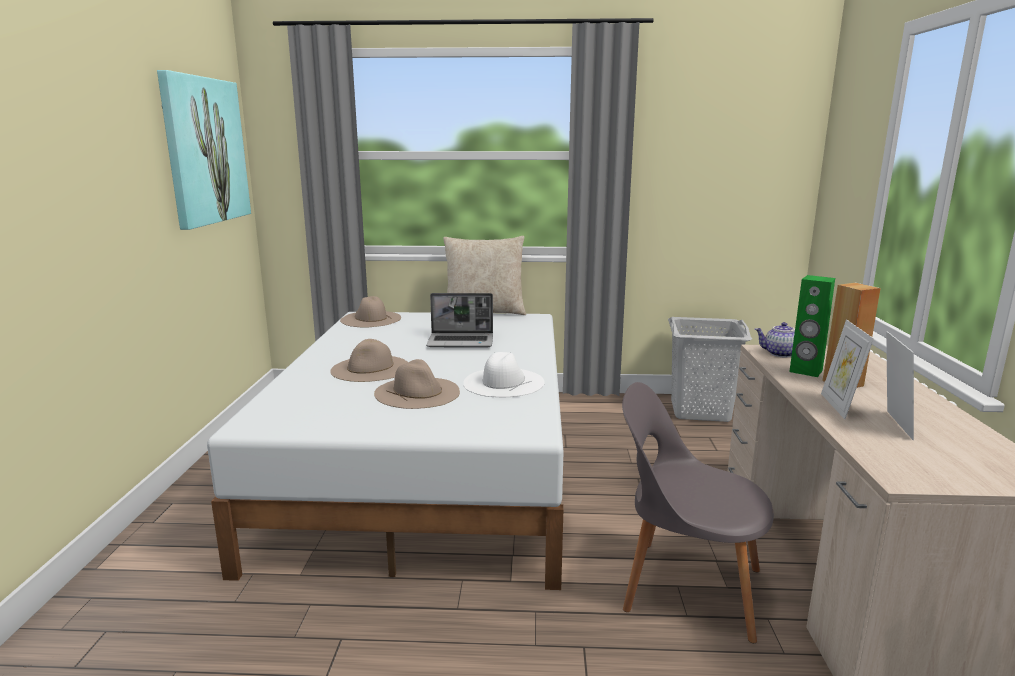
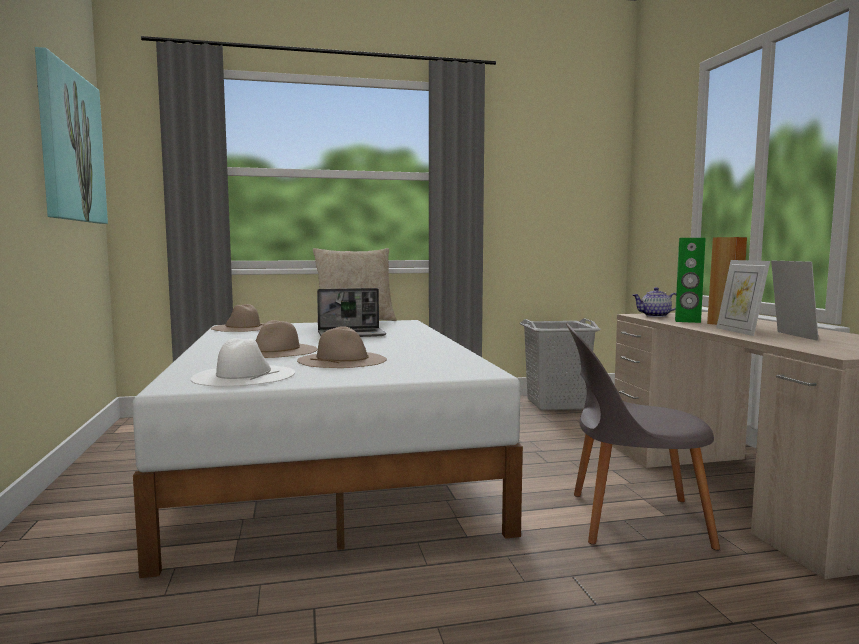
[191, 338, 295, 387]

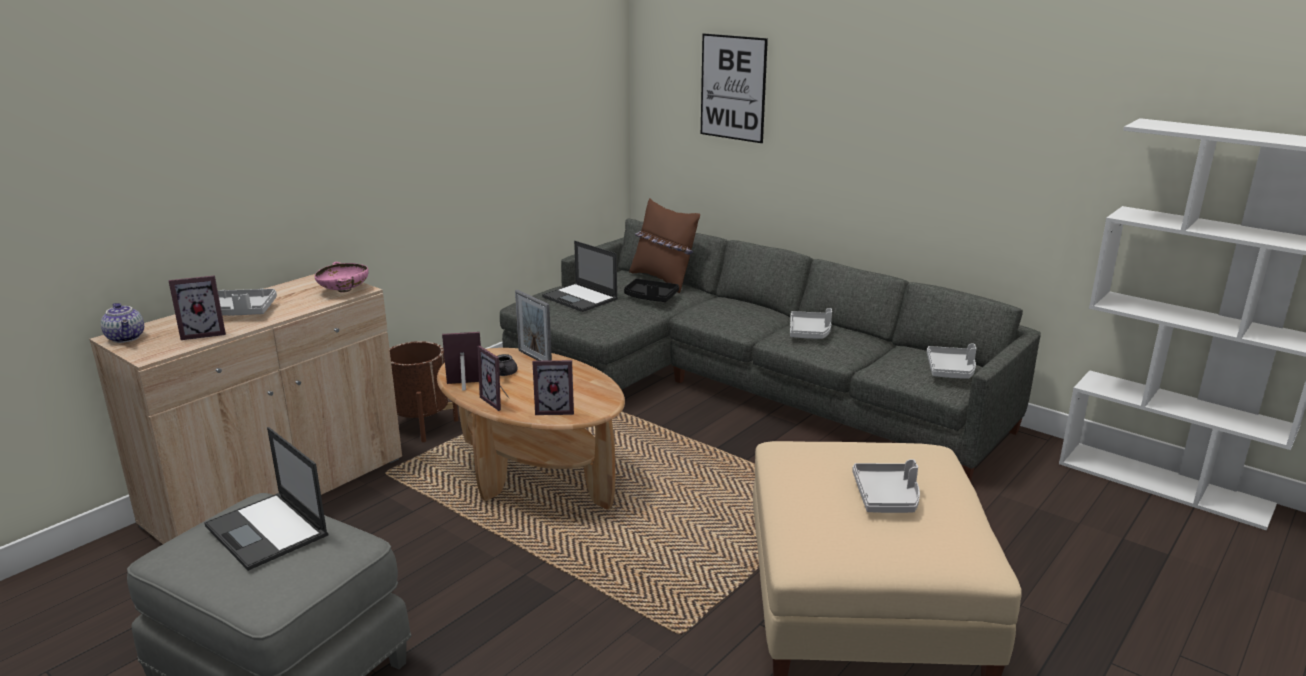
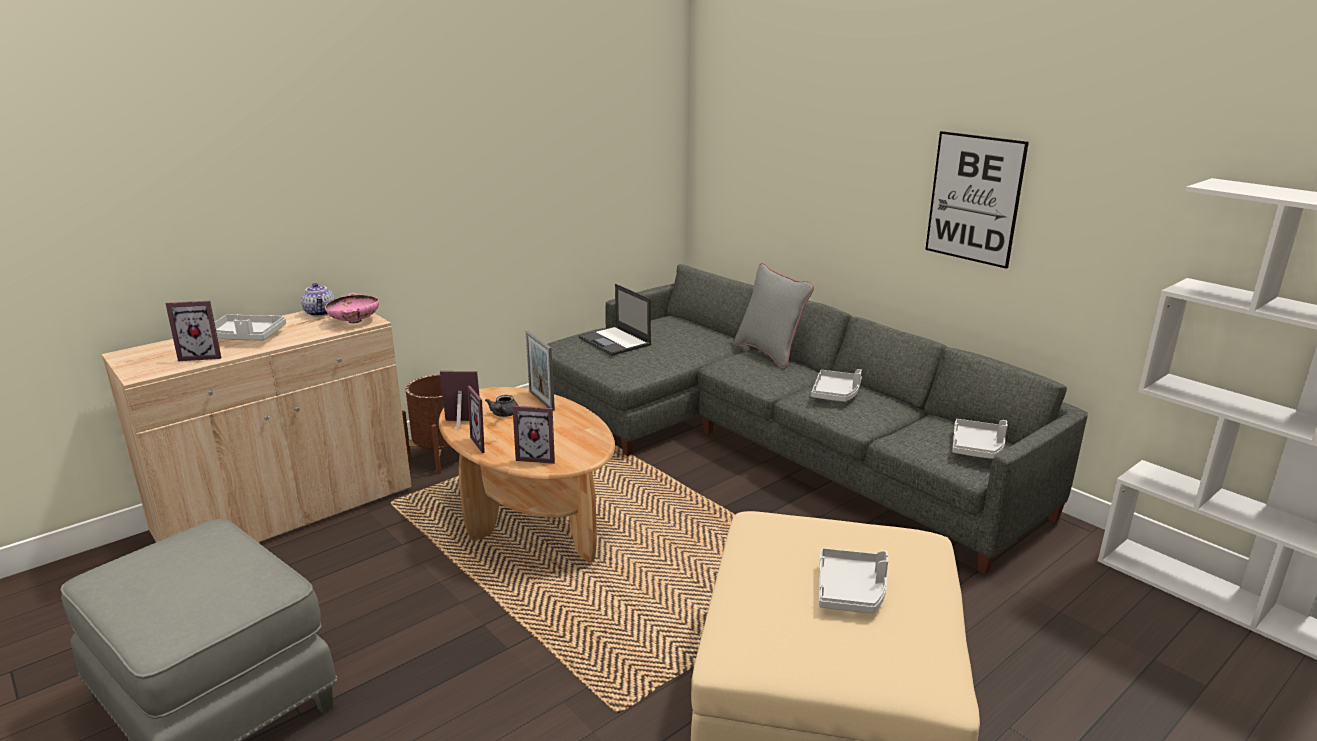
[301, 283, 335, 317]
[735, 263, 814, 369]
[925, 131, 1029, 269]
[204, 427, 328, 571] (first image)
[624, 279, 679, 302] (first image)
[629, 198, 700, 293] (first image)

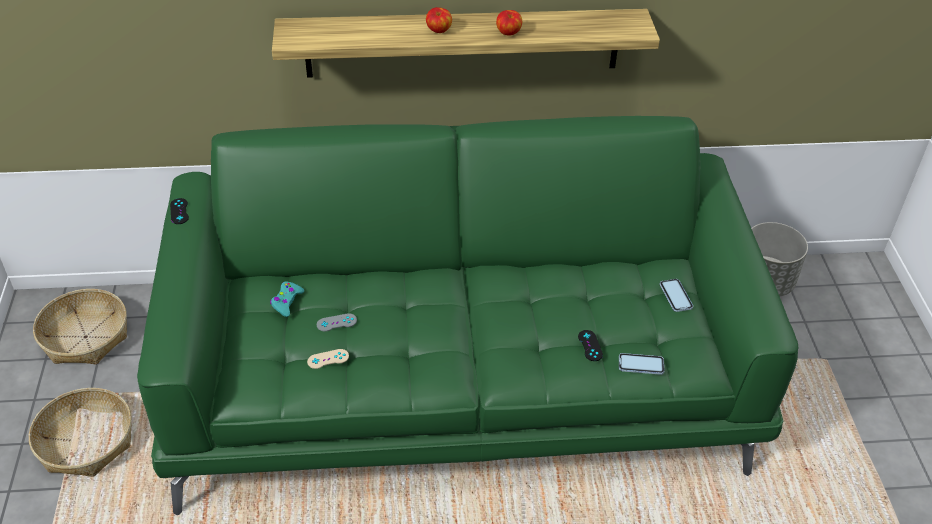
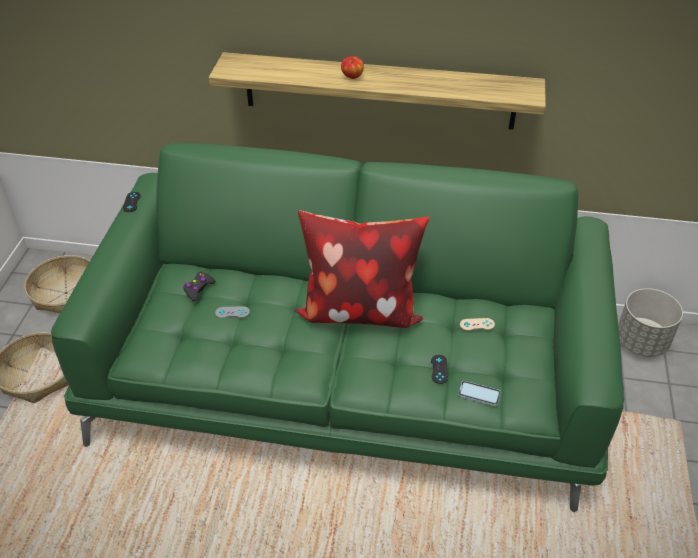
[183, 272, 215, 301]
[294, 210, 429, 328]
[460, 318, 495, 331]
[496, 10, 522, 36] (first image)
[660, 279, 693, 312] (first image)

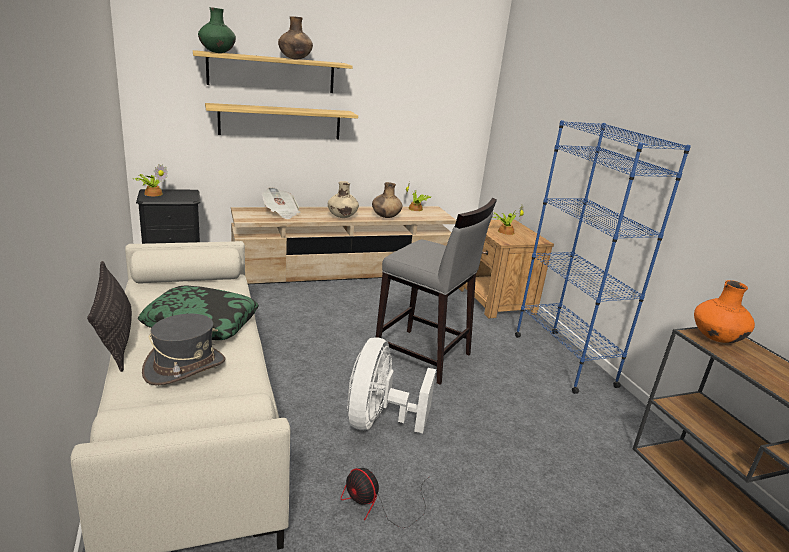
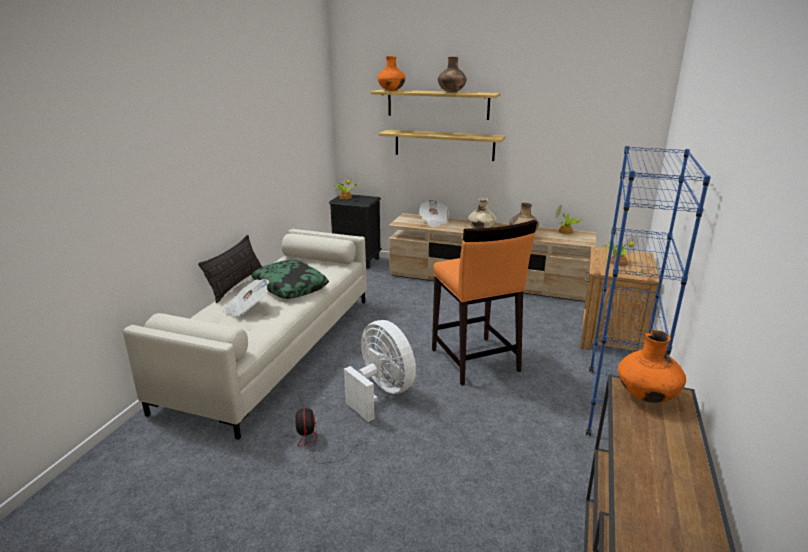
[223, 279, 269, 317]
[344, 320, 416, 422]
[377, 56, 406, 91]
[432, 220, 537, 385]

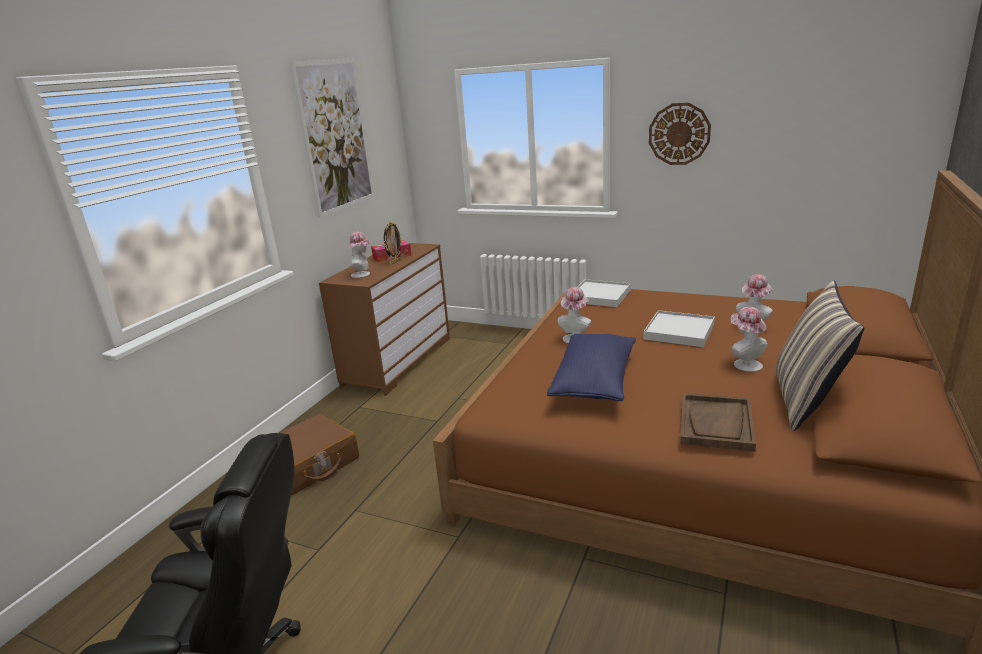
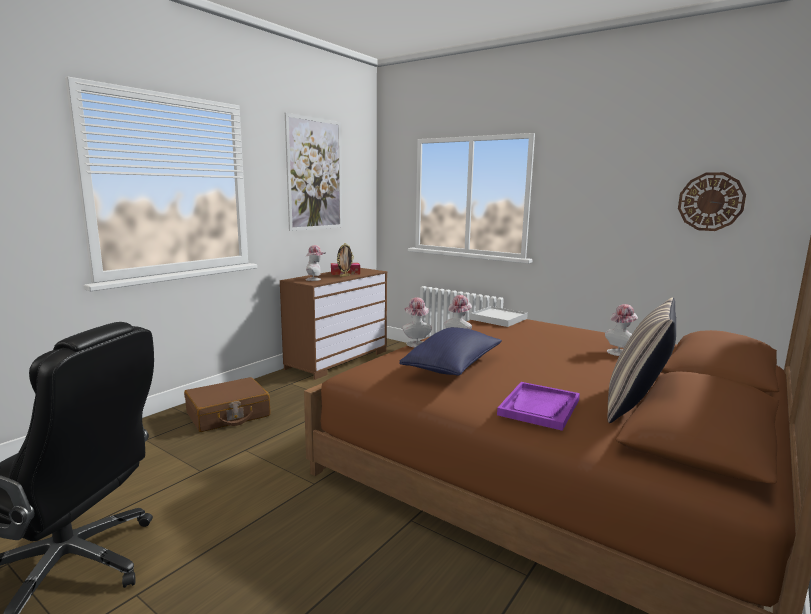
[402, 297, 432, 348]
[497, 382, 580, 431]
[678, 172, 746, 231]
[643, 310, 715, 347] (first image)

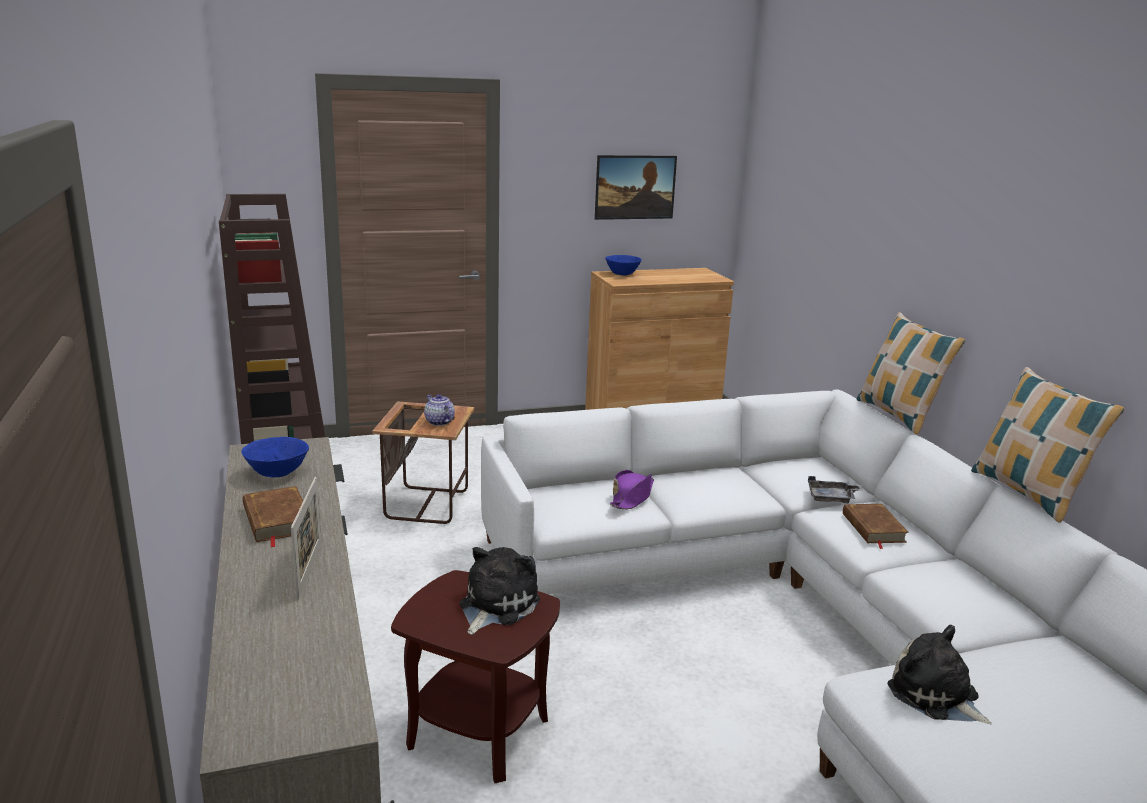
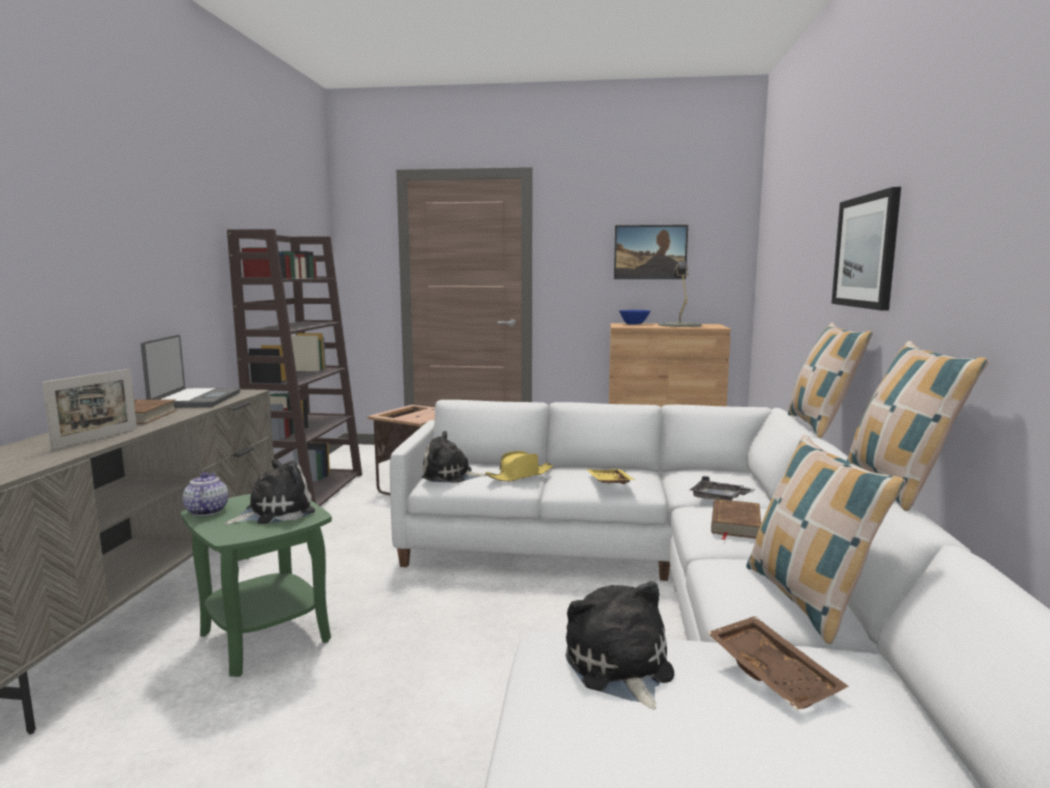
[141, 335, 241, 408]
[181, 494, 332, 677]
[183, 472, 228, 516]
[422, 431, 487, 483]
[485, 451, 553, 482]
[587, 469, 635, 484]
[658, 261, 702, 327]
[707, 616, 849, 710]
[746, 435, 906, 644]
[831, 187, 901, 311]

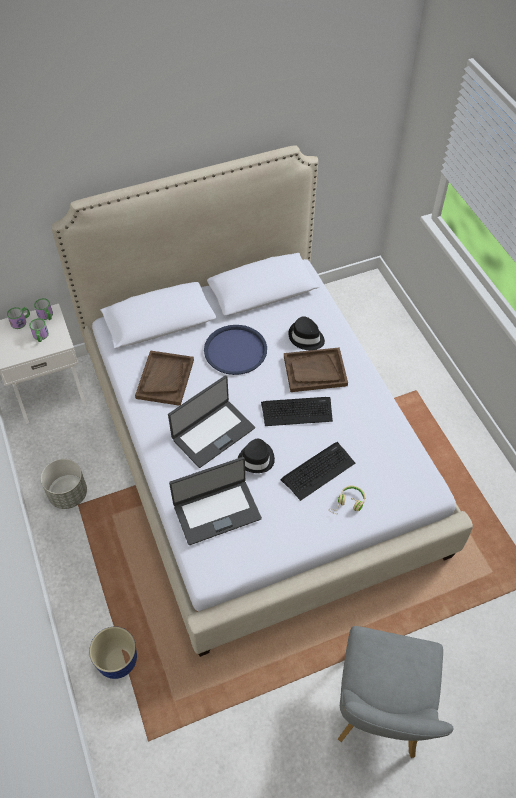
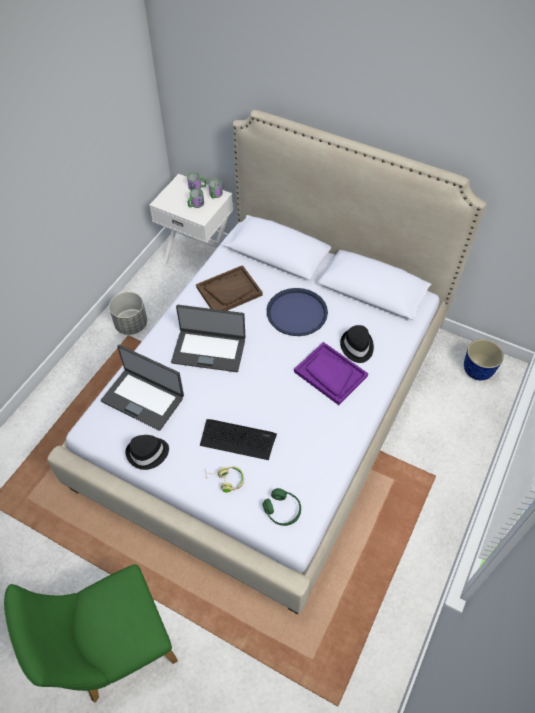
[4, 564, 178, 703]
[126, 435, 169, 470]
[263, 488, 301, 526]
[294, 342, 368, 405]
[464, 339, 504, 380]
[261, 397, 333, 426] (first image)

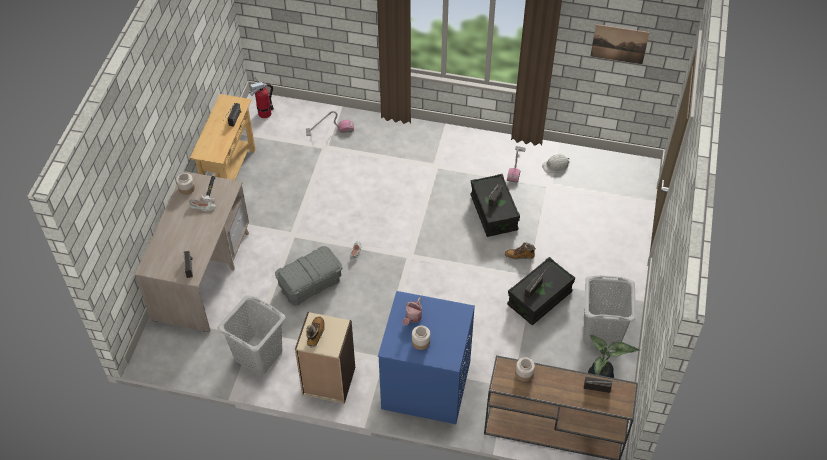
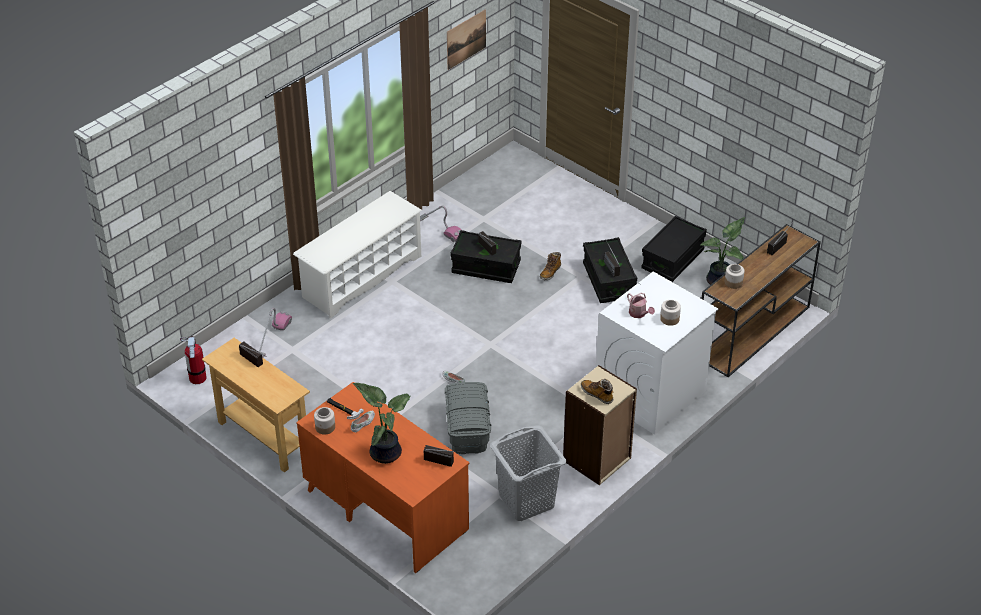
[293, 191, 422, 319]
[296, 382, 470, 573]
[353, 383, 410, 464]
[596, 272, 719, 435]
[641, 216, 707, 282]
[542, 154, 569, 173] (first image)

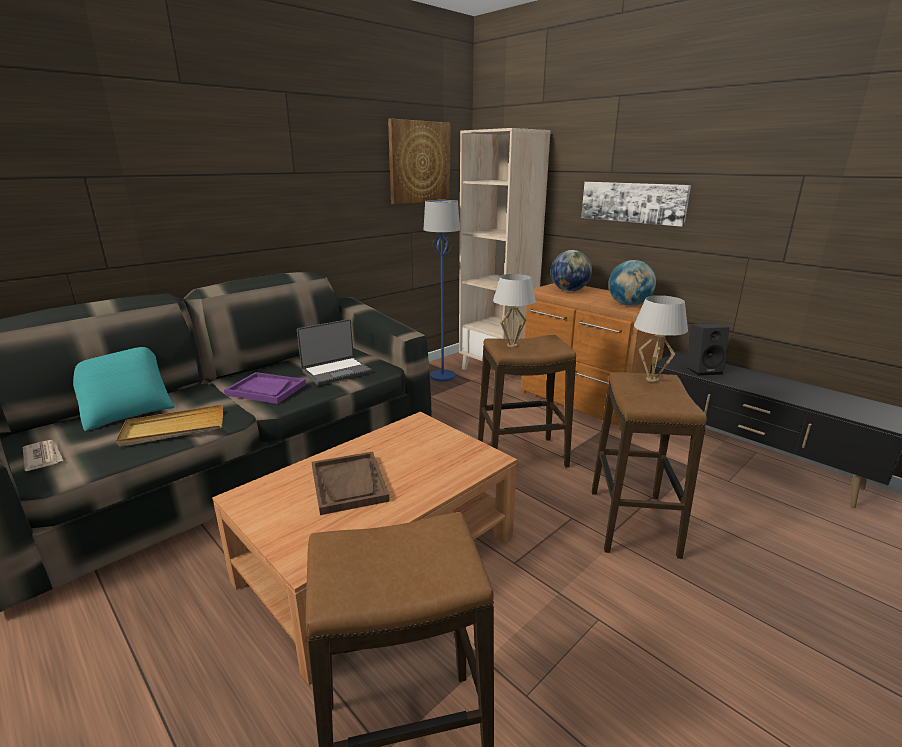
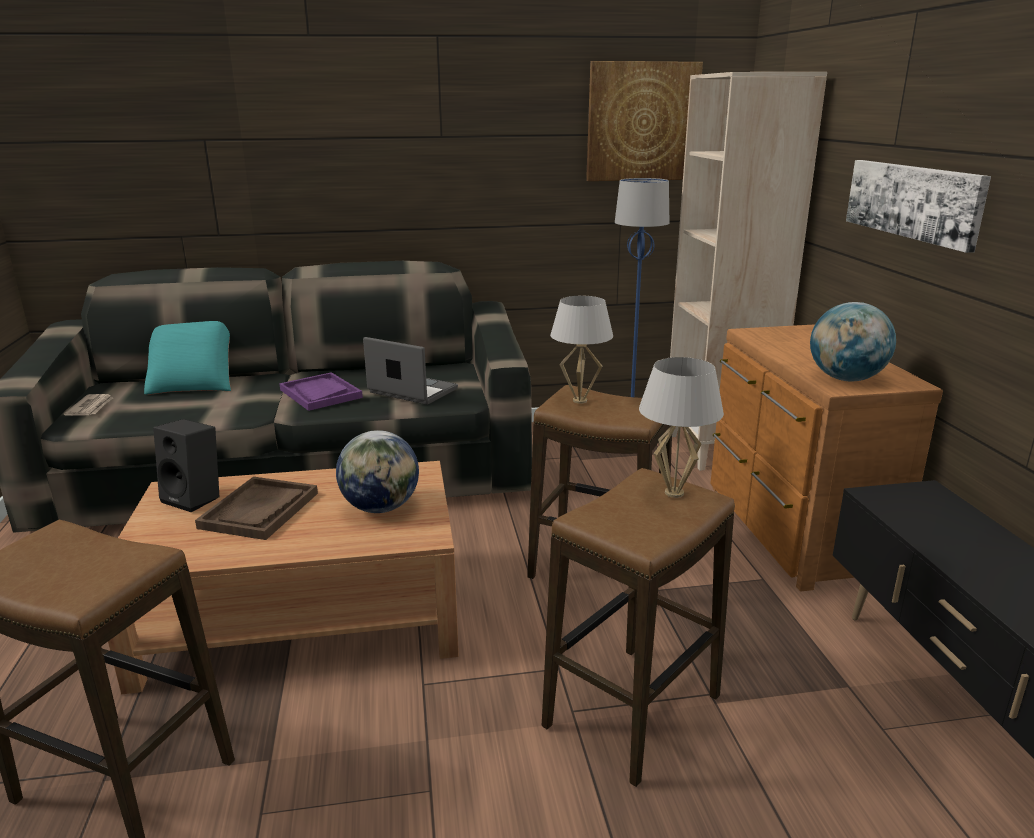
[153, 419, 219, 512]
[336, 430, 419, 513]
[363, 337, 458, 405]
[116, 404, 223, 447] (first image)

